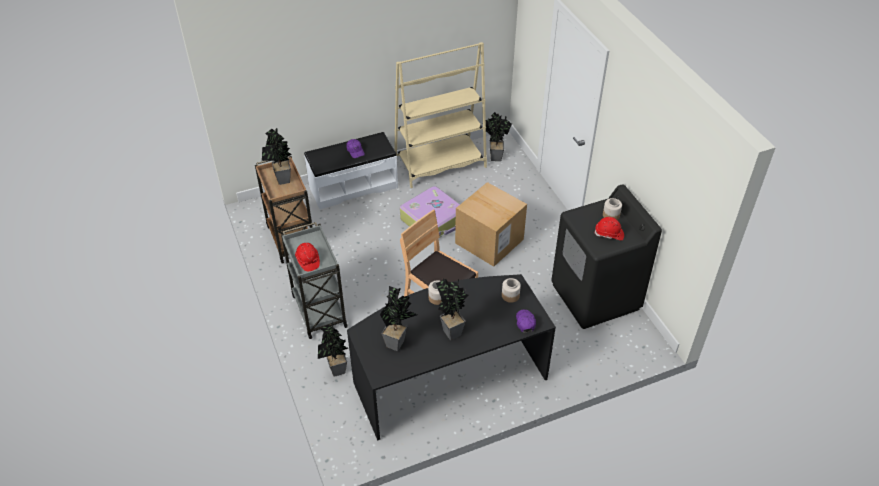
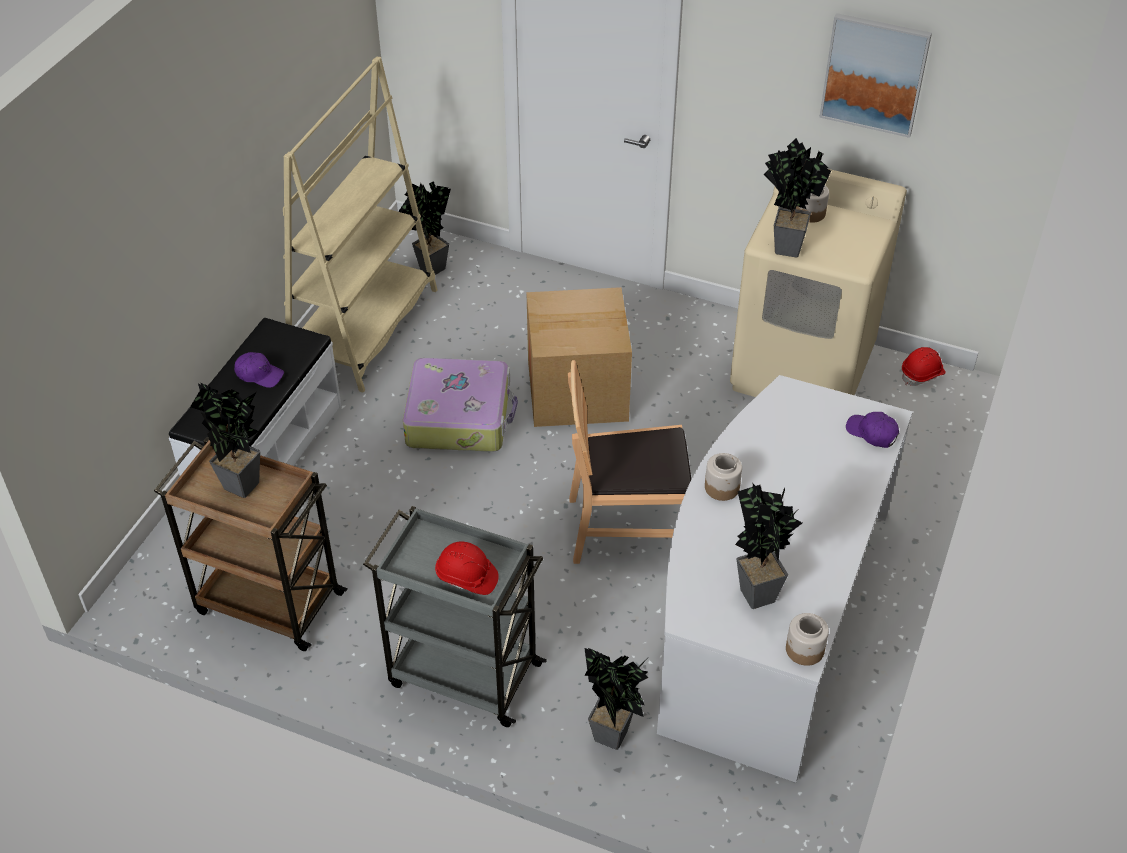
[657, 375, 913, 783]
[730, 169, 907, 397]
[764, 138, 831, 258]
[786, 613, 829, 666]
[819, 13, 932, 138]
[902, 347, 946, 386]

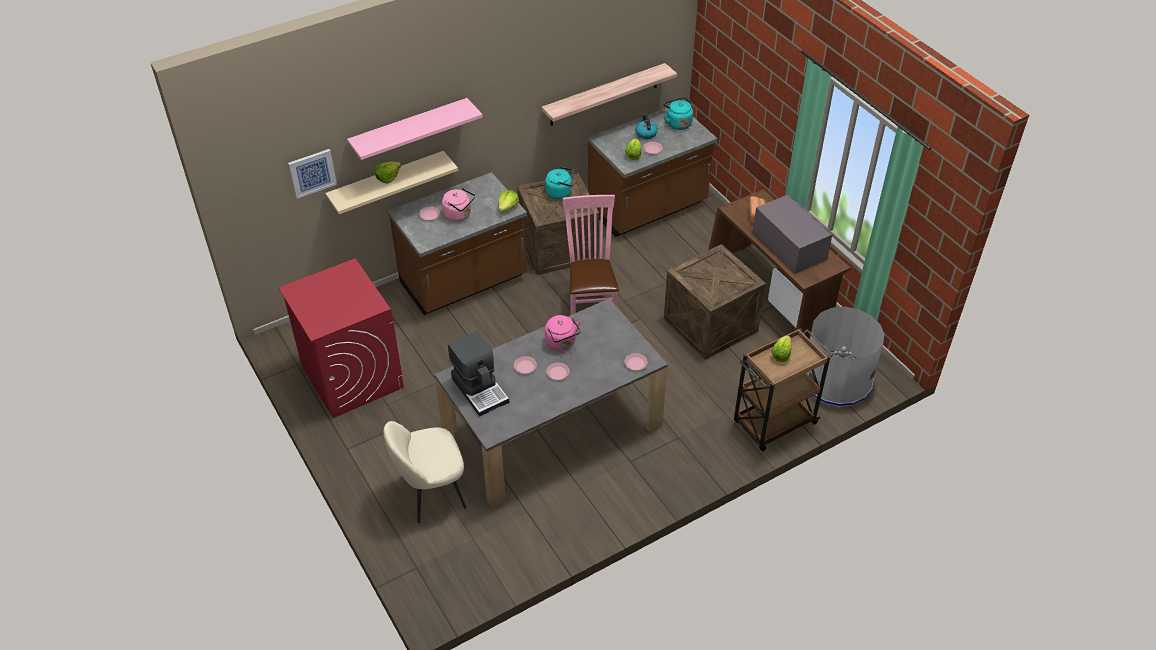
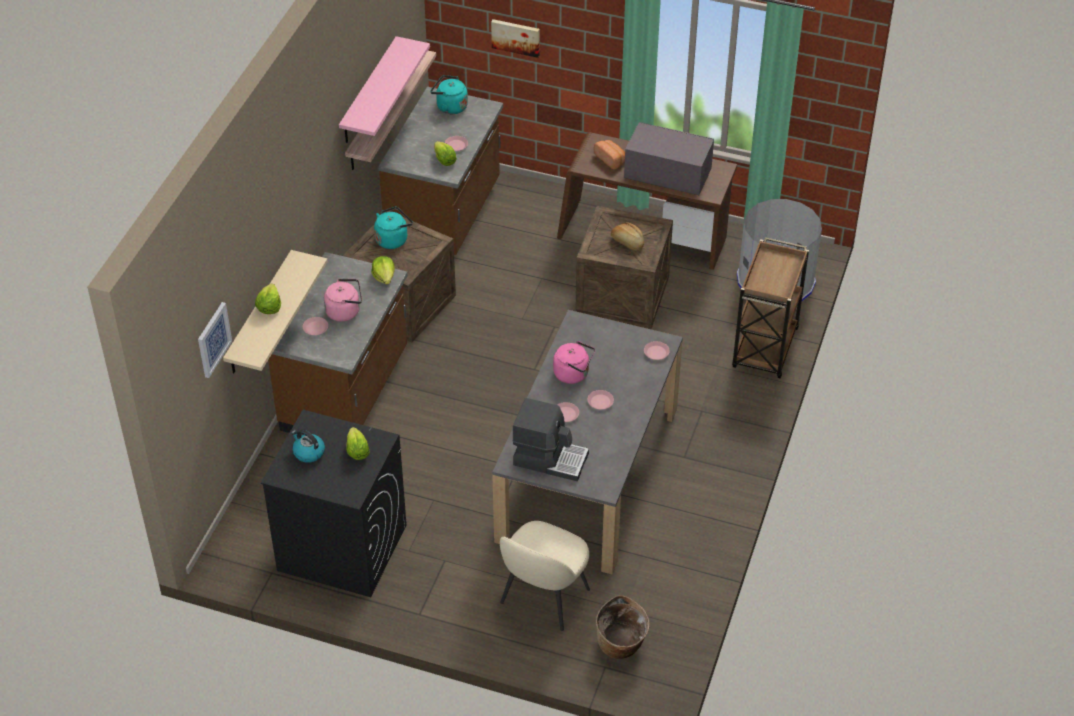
[261, 410, 407, 597]
[291, 430, 325, 463]
[339, 36, 430, 143]
[346, 427, 370, 460]
[491, 19, 540, 58]
[596, 595, 650, 659]
[611, 223, 644, 251]
[563, 195, 619, 315] (first image)

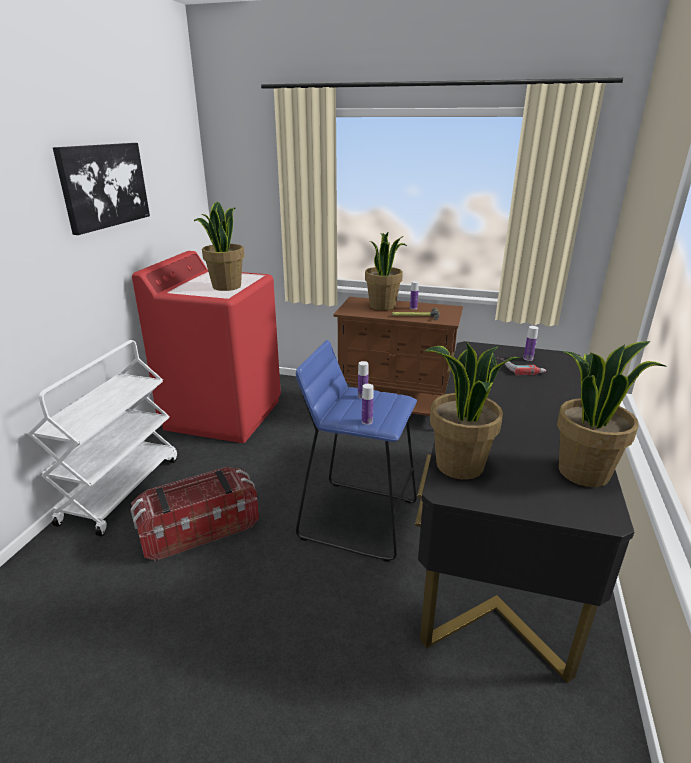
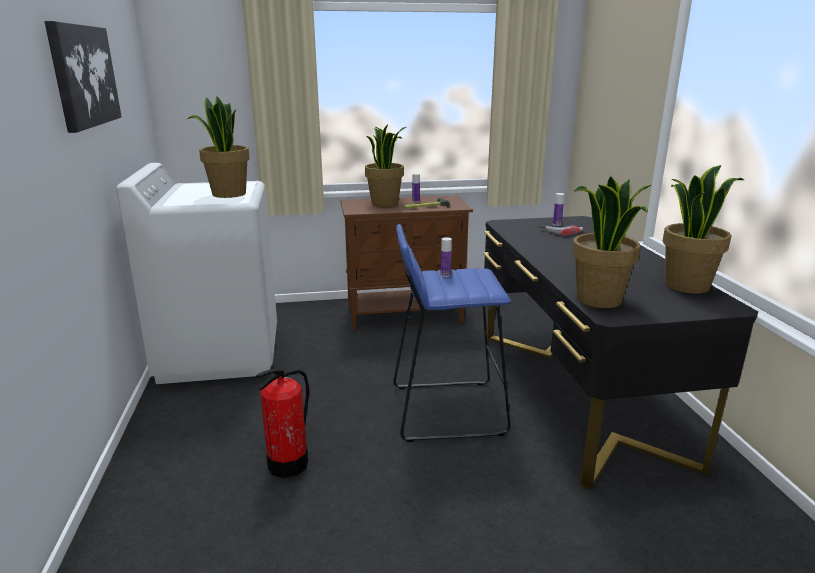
[116, 163, 277, 384]
[256, 369, 309, 478]
[28, 340, 177, 536] (first image)
[362, 384, 374, 425] (first image)

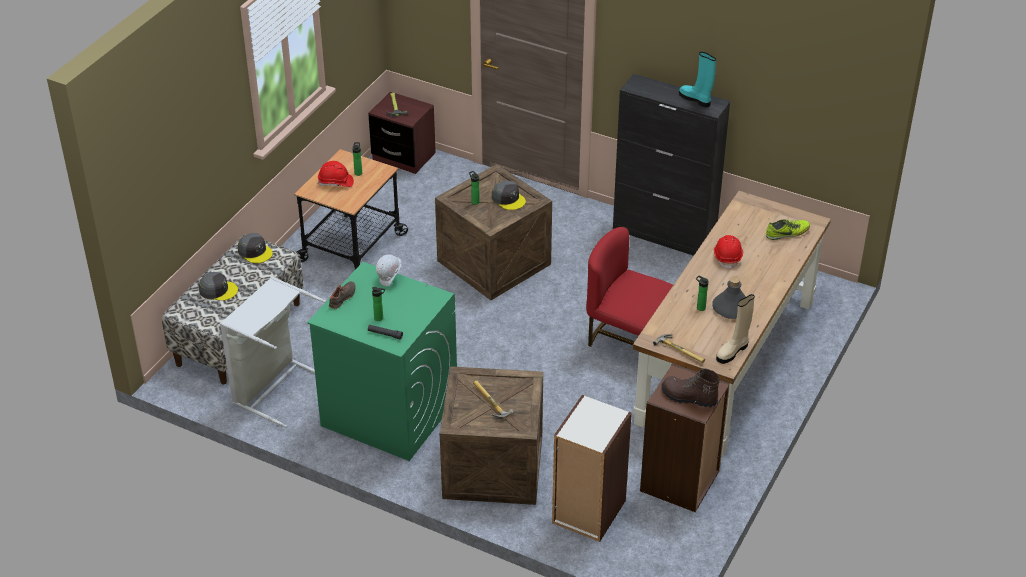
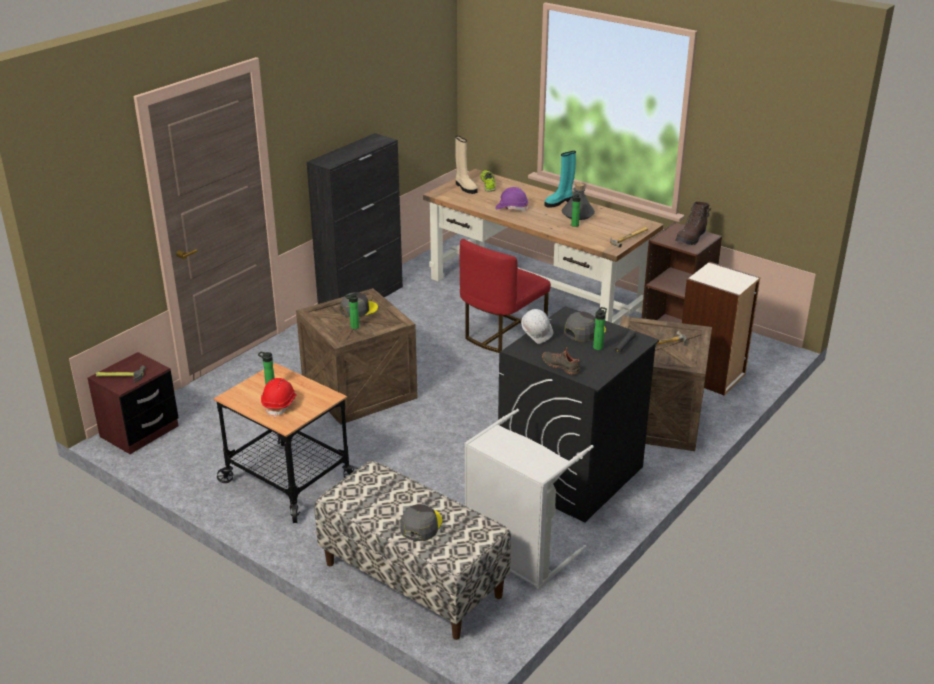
[455, 136, 478, 194]
[495, 187, 528, 211]
[498, 306, 659, 522]
[545, 151, 576, 208]
[564, 312, 606, 341]

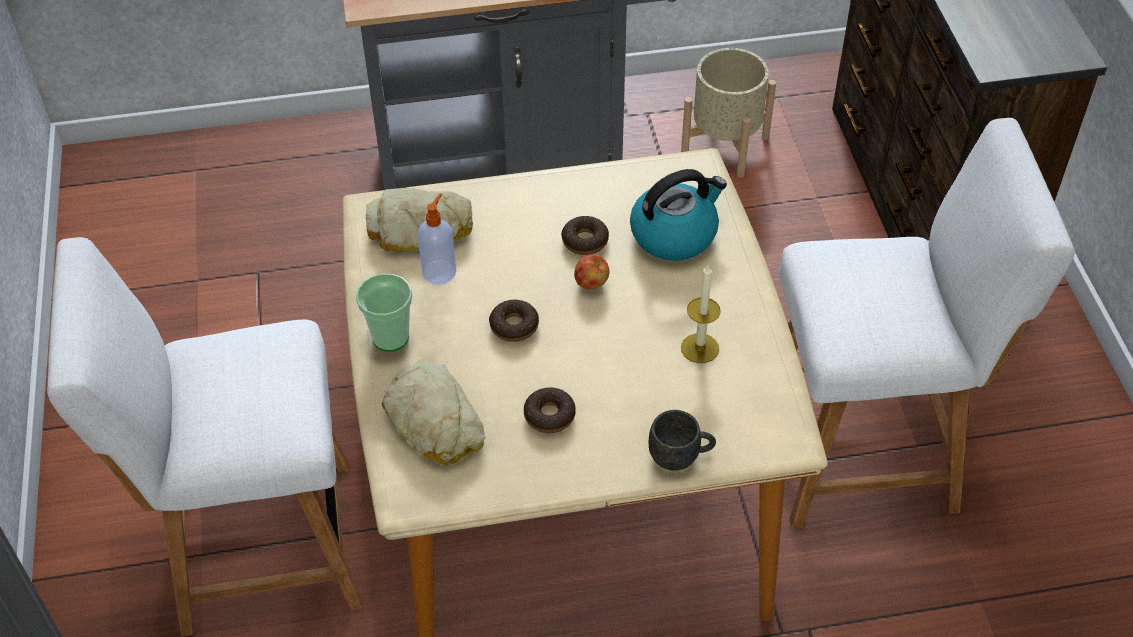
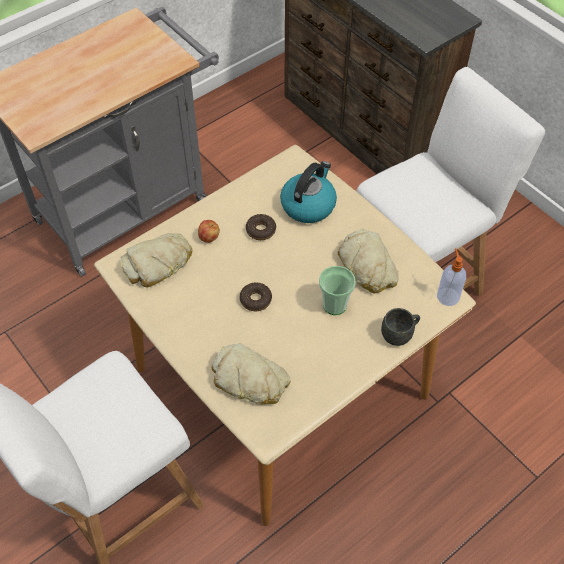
[198, 220, 220, 243]
[319, 266, 356, 315]
[338, 229, 399, 293]
[437, 248, 466, 306]
[524, 388, 576, 433] (first image)
[681, 48, 776, 178] (first image)

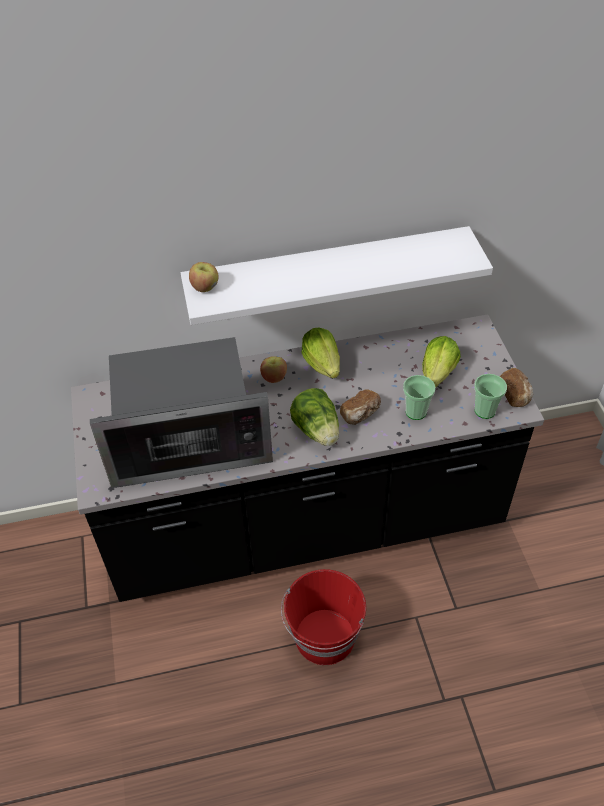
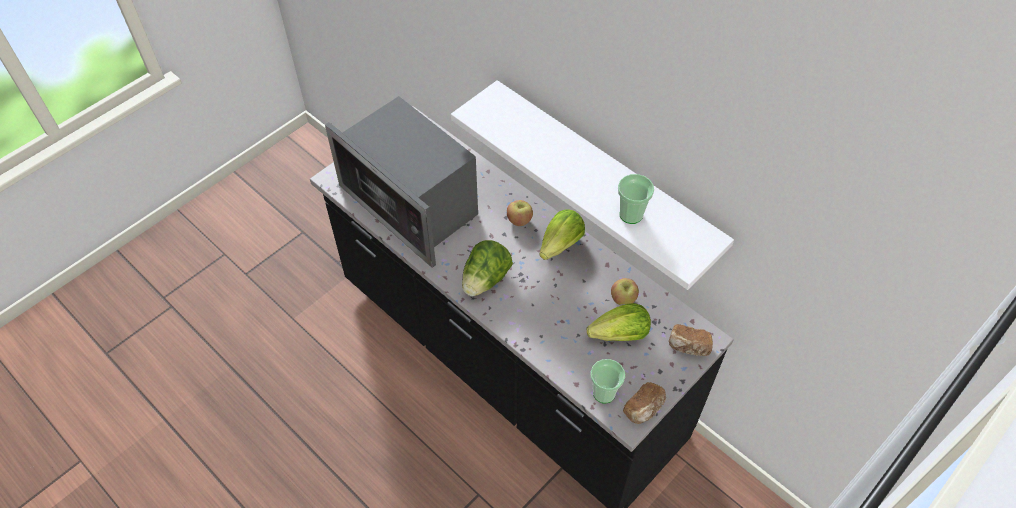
[611, 278, 639, 306]
[618, 174, 654, 224]
[669, 324, 713, 356]
[281, 569, 366, 665] (first image)

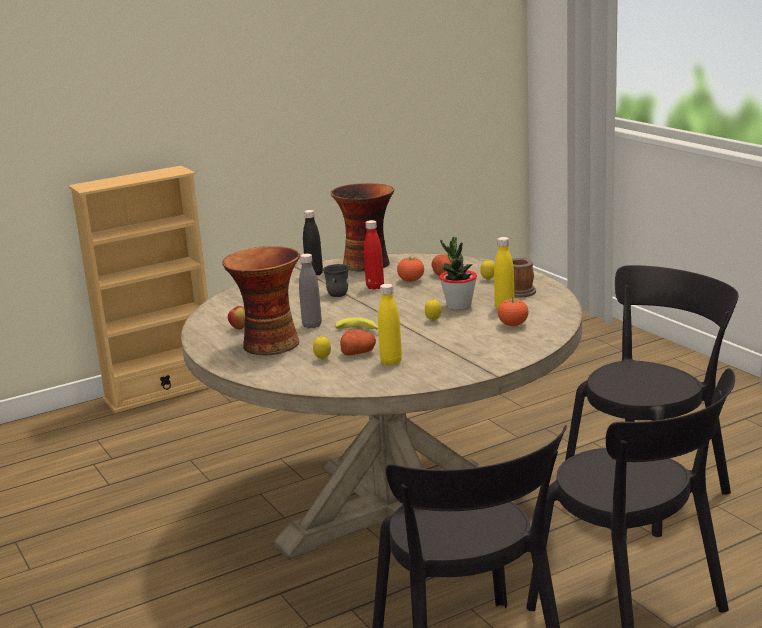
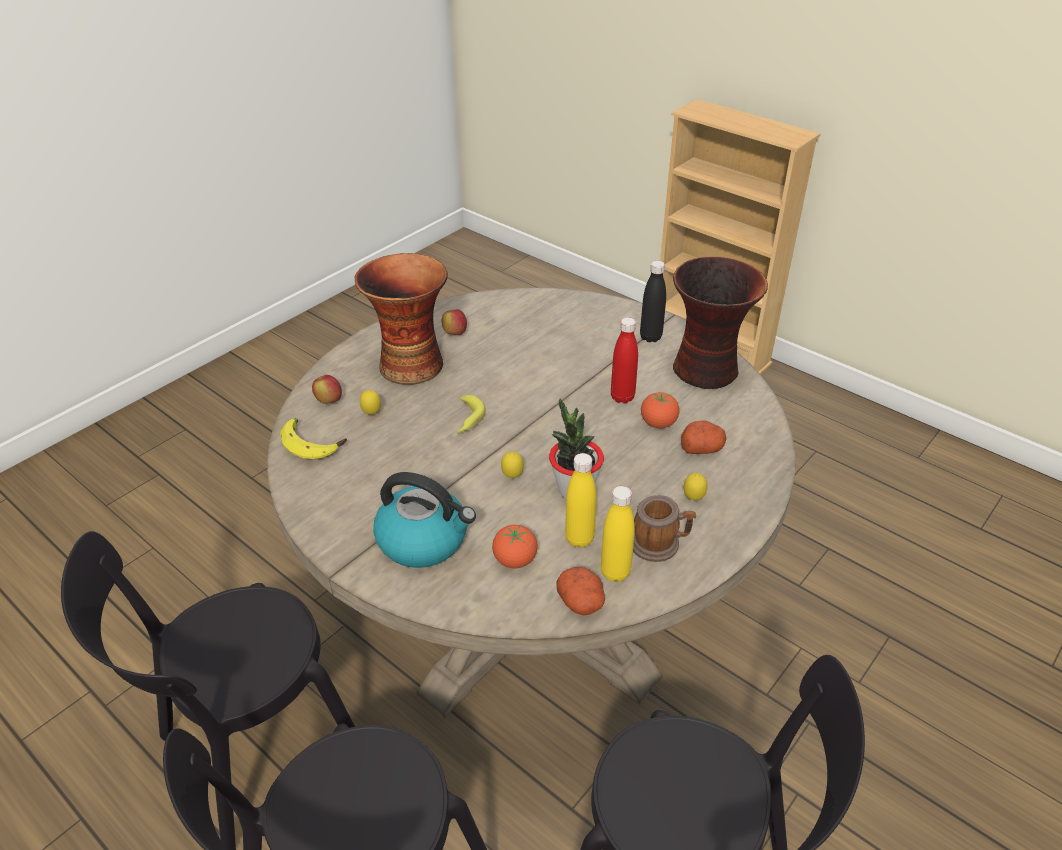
[280, 418, 347, 459]
[312, 375, 342, 404]
[373, 472, 476, 568]
[556, 567, 605, 615]
[601, 486, 635, 582]
[299, 254, 322, 329] (first image)
[323, 264, 349, 297] (first image)

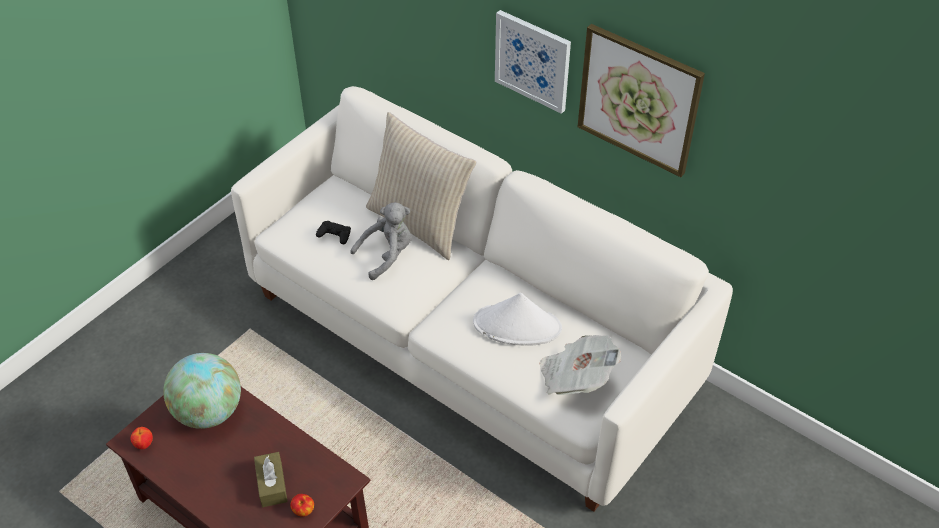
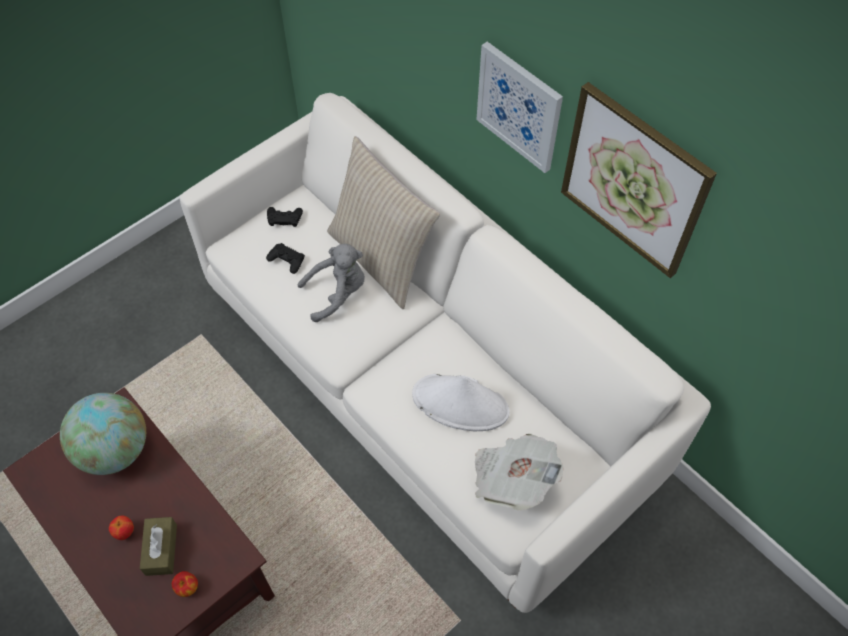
[109, 515, 134, 540]
[267, 207, 303, 227]

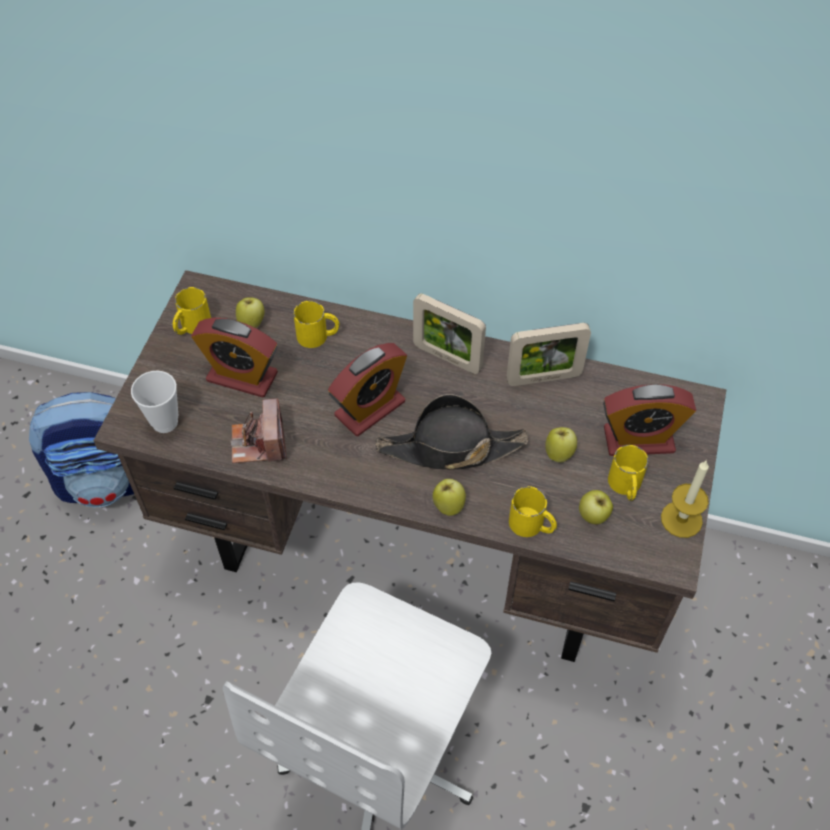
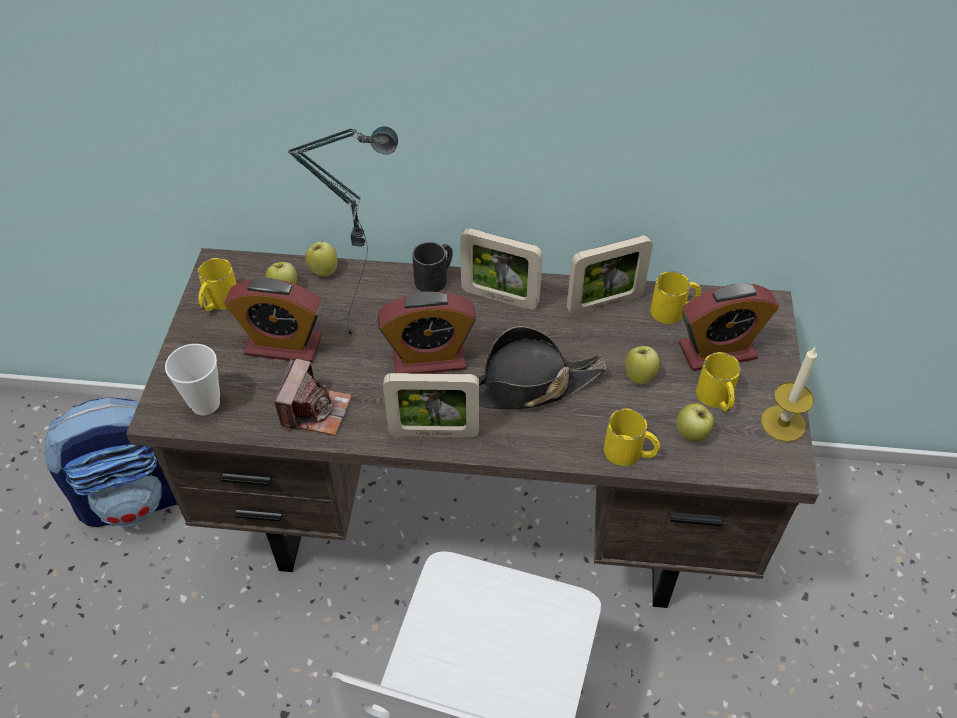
[274, 359, 352, 436]
[288, 126, 398, 335]
[305, 242, 338, 277]
[378, 292, 476, 374]
[383, 373, 479, 438]
[412, 242, 453, 292]
[650, 271, 701, 324]

